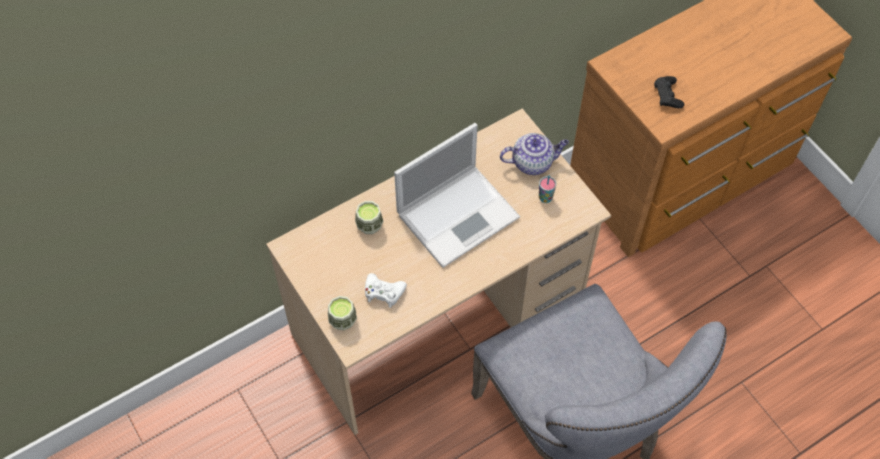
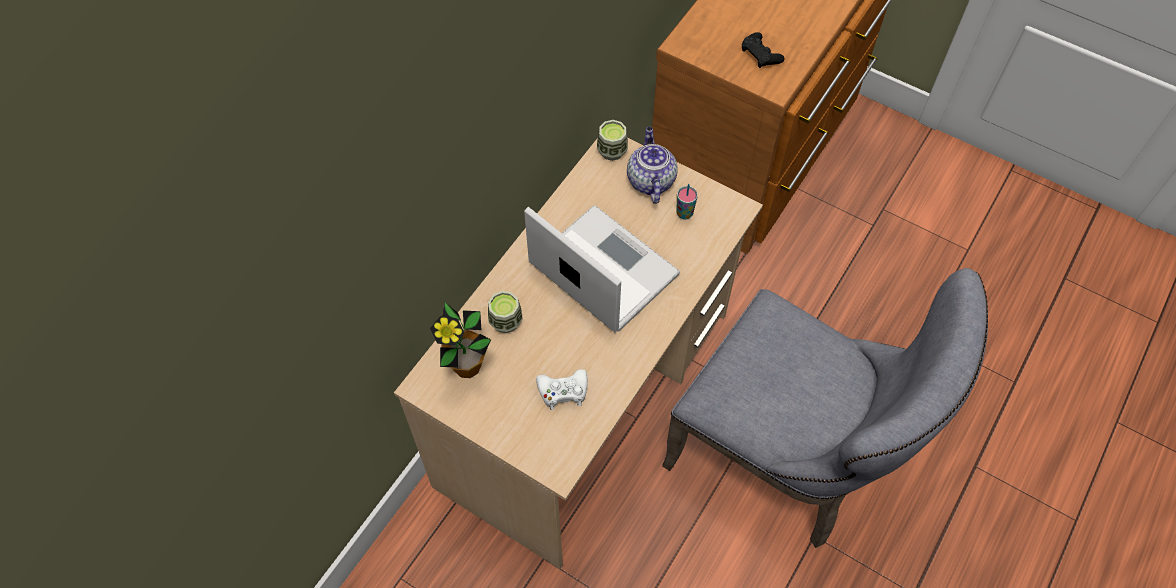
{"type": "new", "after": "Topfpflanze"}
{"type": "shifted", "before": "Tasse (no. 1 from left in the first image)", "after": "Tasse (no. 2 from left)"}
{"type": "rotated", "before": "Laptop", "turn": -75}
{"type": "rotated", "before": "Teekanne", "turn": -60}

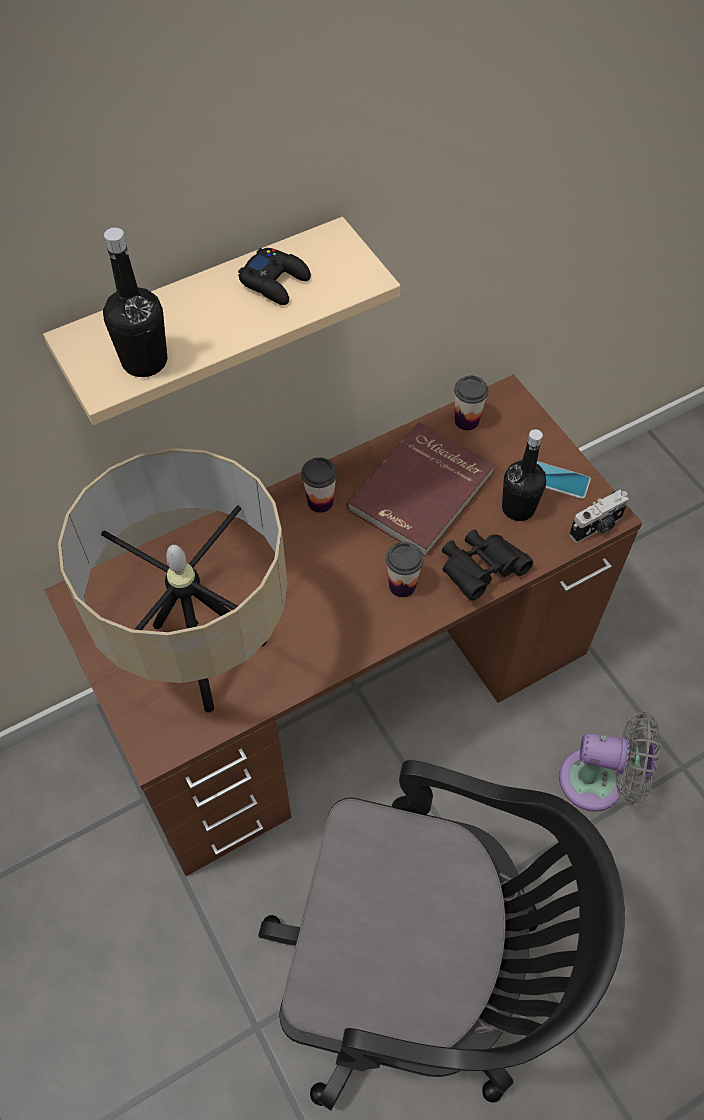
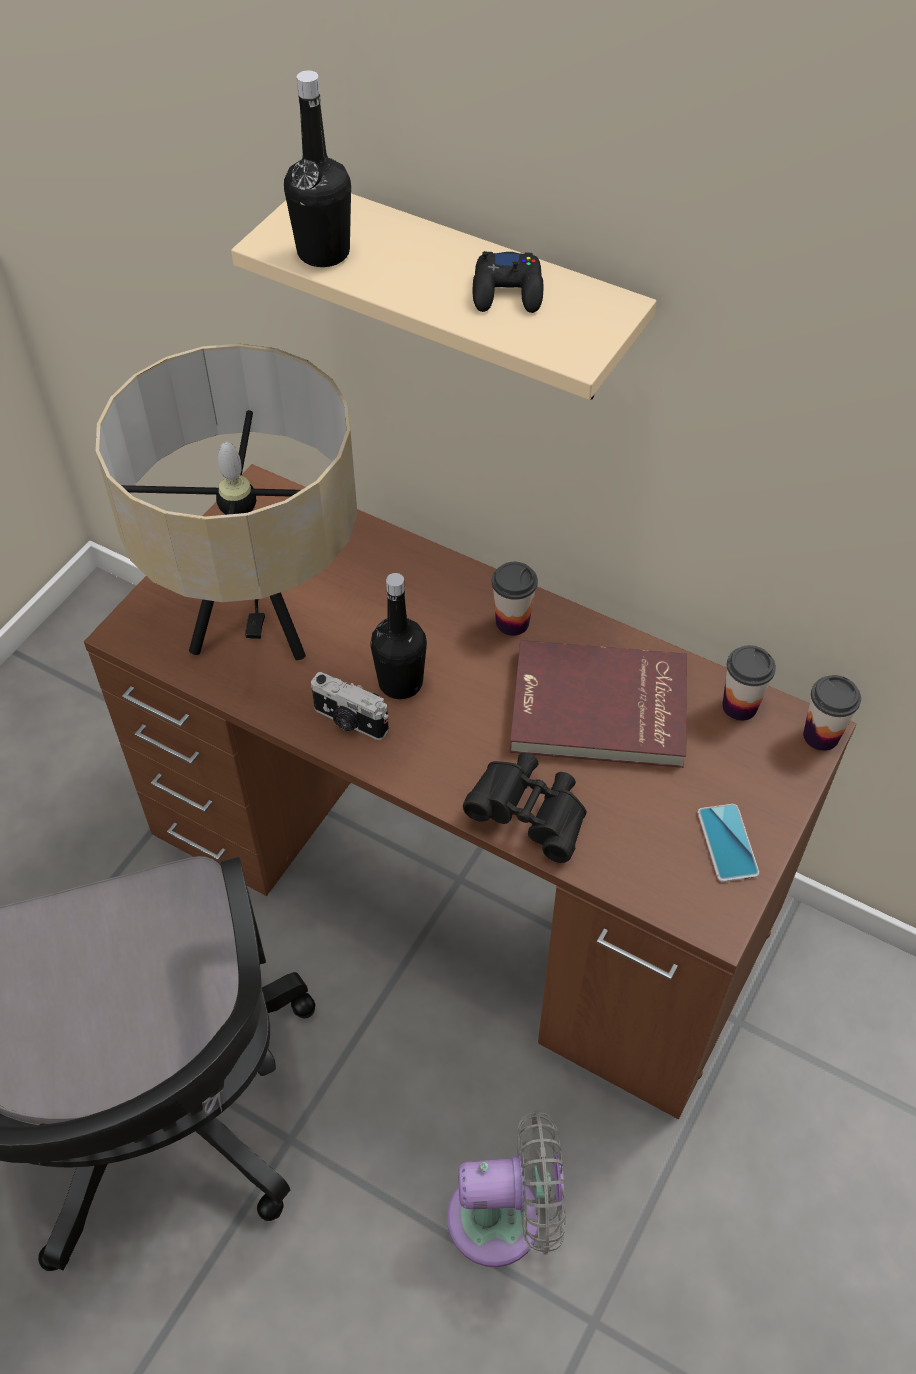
{"type": "shifted", "before": "Tasse (no. 2 from left in the first image)", "after": "Tasse (no. 3 from left)"}
{"type": "shifted", "before": "Flasche (schwarz) (no. 2 from left)"}
{"type": "shifted", "before": "Kamera"}
{"type": "rotated", "before": "Ventilator (grau)", "turn": -75}

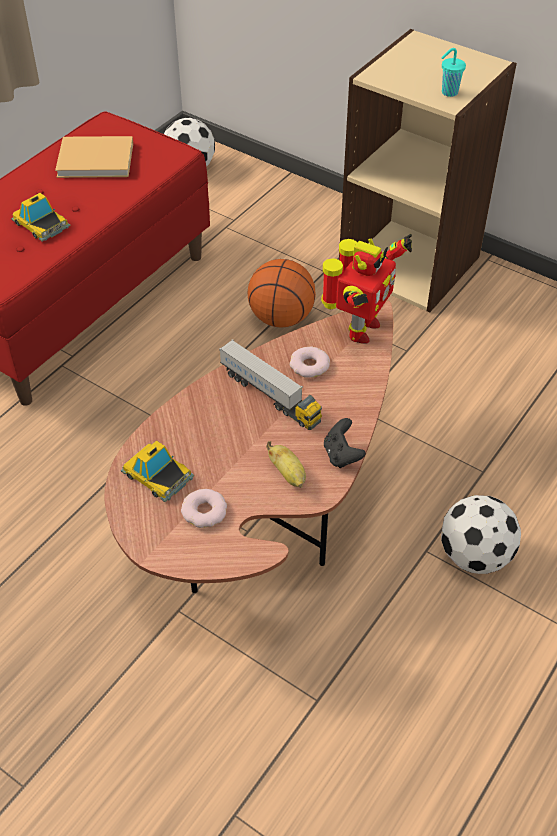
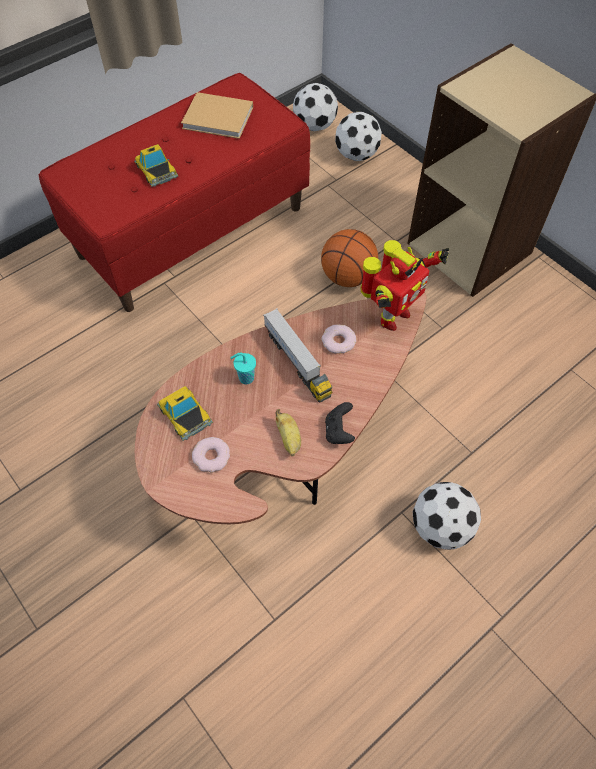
{"type": "new", "after": "Fußball (no. 2 from left)"}
{"type": "shifted", "before": "Tasse (türkis)"}

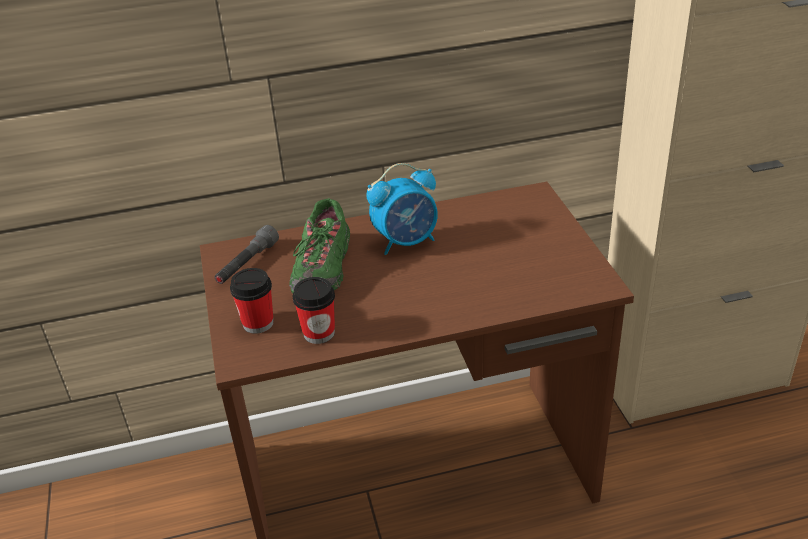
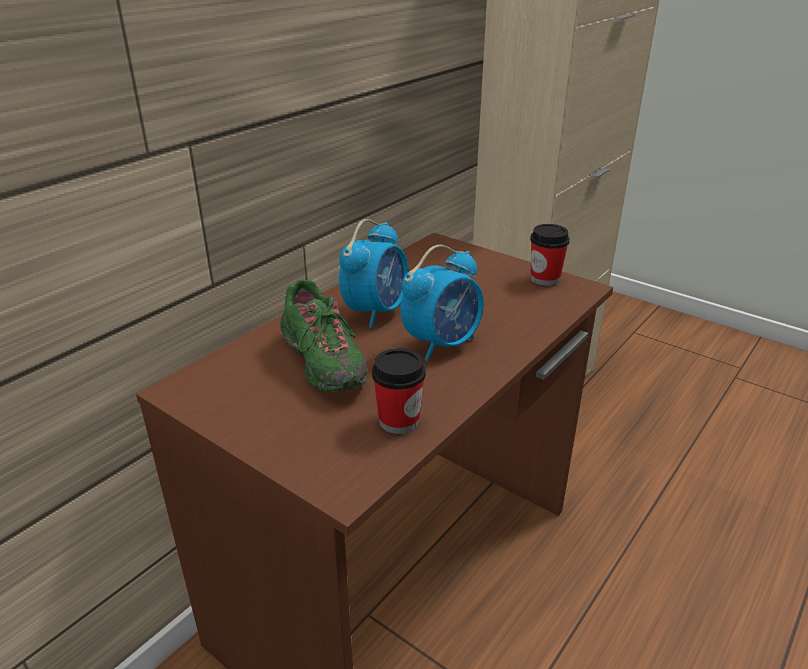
{"type": "gone", "before": "Taschenlampe (grau)"}
{"type": "new", "after": "Wecker (no. 2 from left)"}
{"type": "shifted", "before": "Tasse (no. 1 from left in the first image)", "after": "Tasse (no. 2 from left)"}

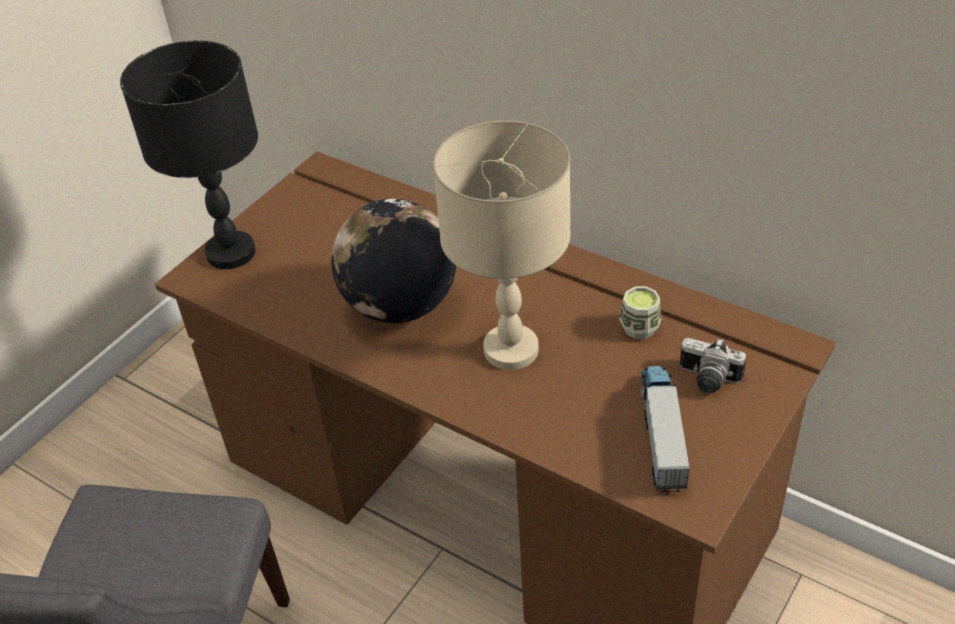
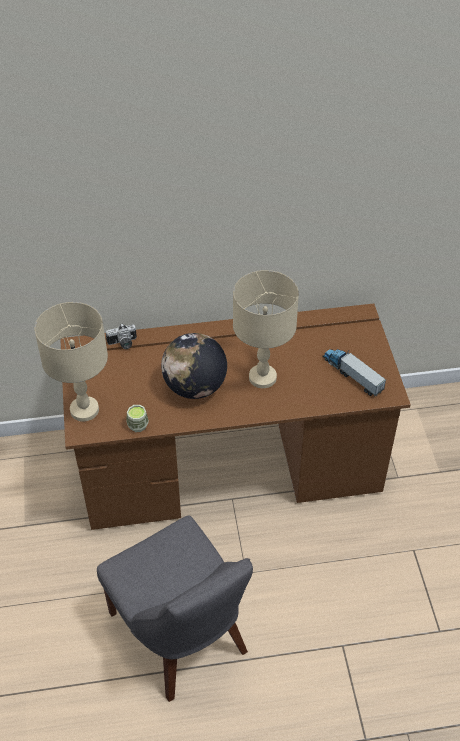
{"type": "shifted", "before": "Tasse"}
{"type": "shifted", "before": "Kamera"}
{"type": "repainted", "before": "Tischlampe (schwarz)", "after": "Tischlampe (beige) (no. 1 from left)"}

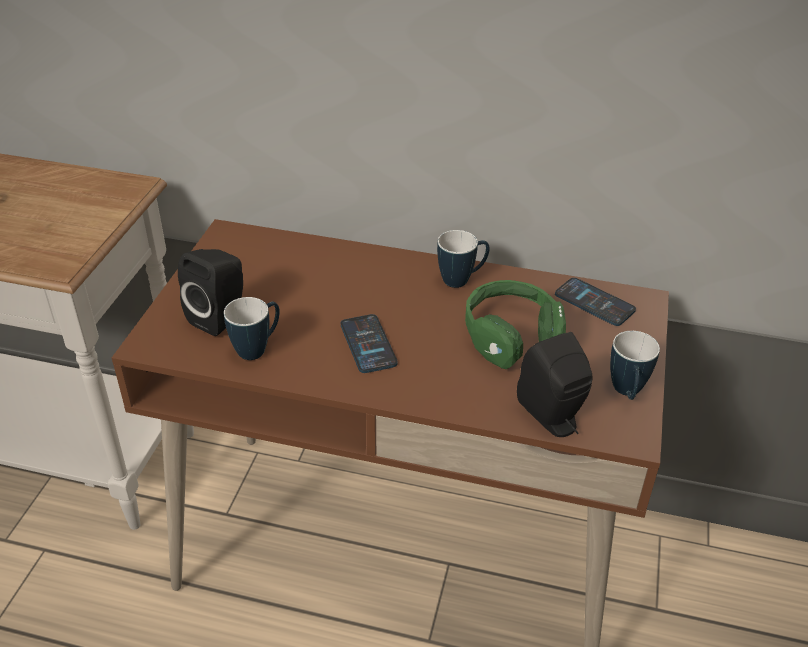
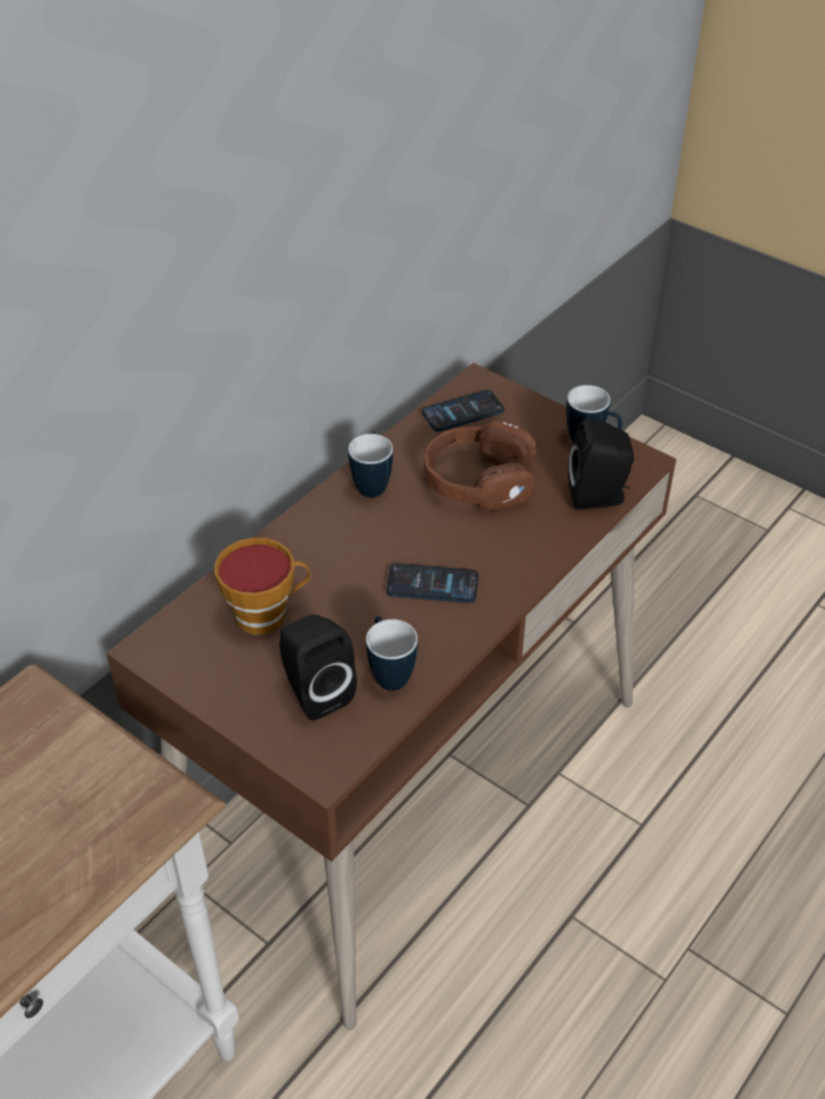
{"type": "new", "after": "Tasse"}
{"type": "repainted", "before": "Kopfhörer (grün)", "after": "Kopfhörer (braun)"}

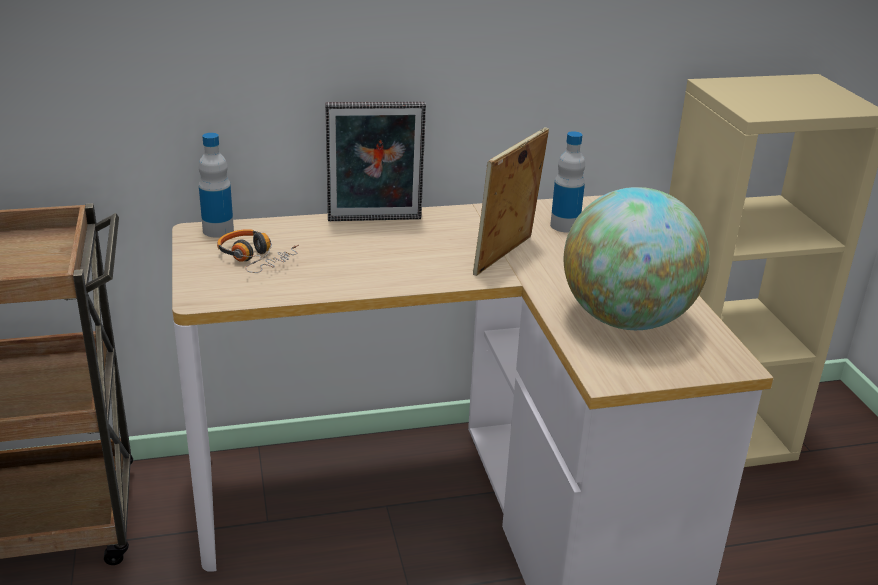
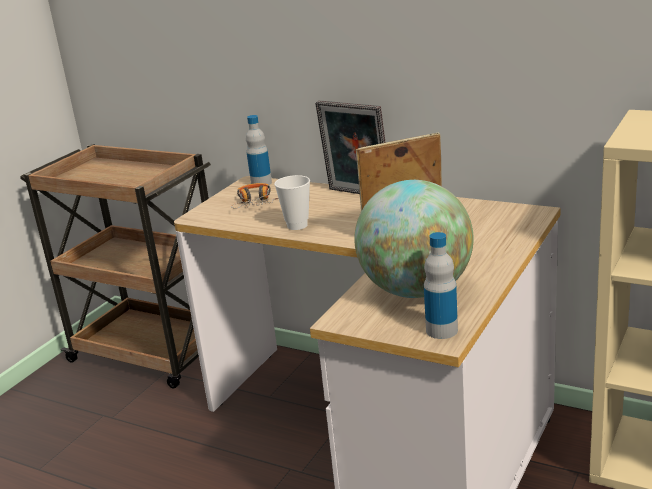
{"type": "new", "after": "Tasse"}
{"type": "shifted", "before": "Flasche (no. 2 from left)"}

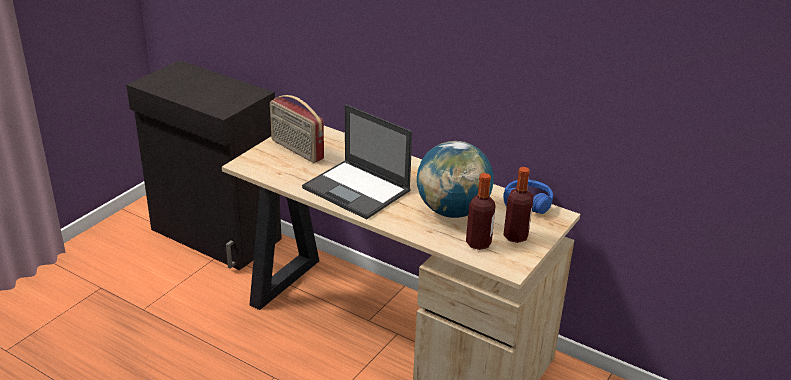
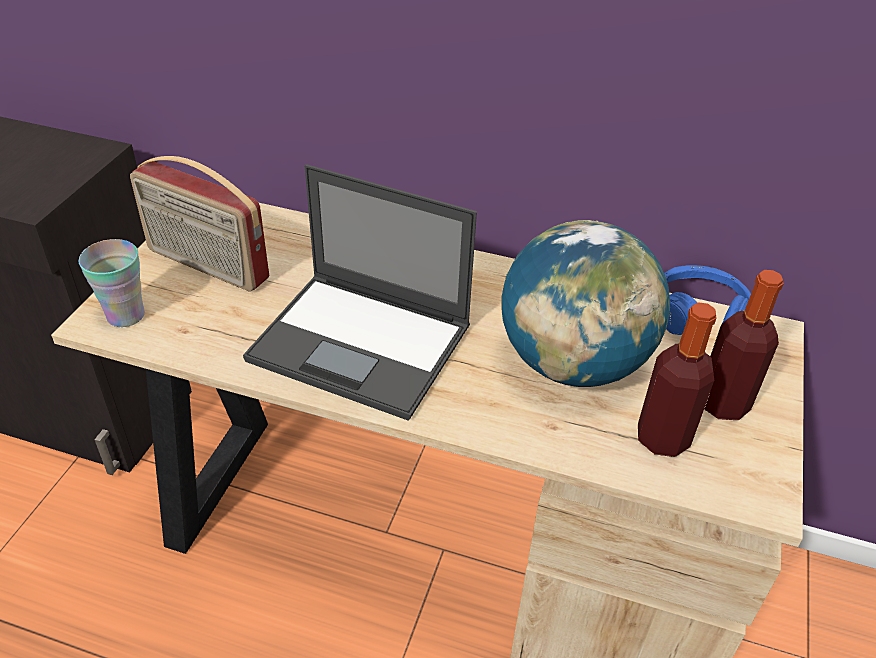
{"type": "new", "after": "Tasse"}

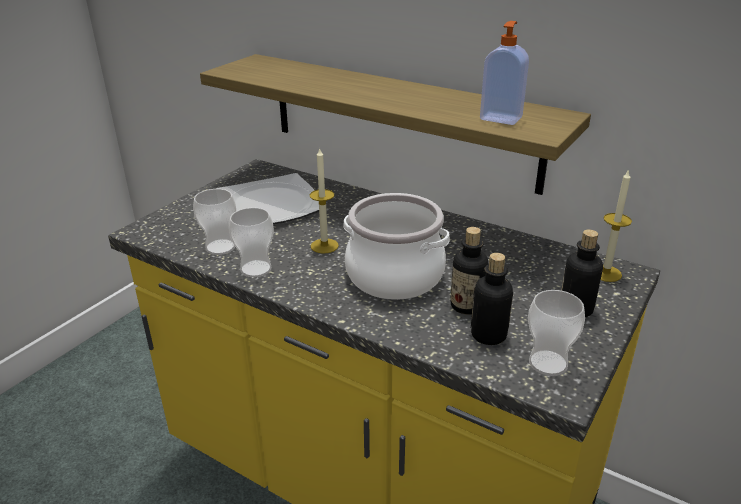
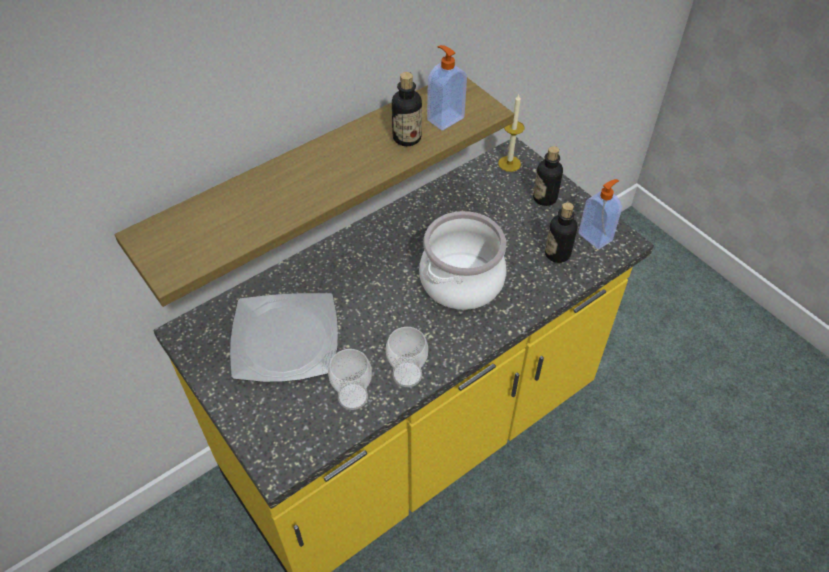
{"type": "gone", "before": "Kerze (no. 1 from left)"}
{"type": "shifted", "before": "Flasche (no. 1 from left)"}
{"type": "swapped", "before": "Tasse (no. 3 from left)", "after": "Seifenspender (no. 2 from left)"}

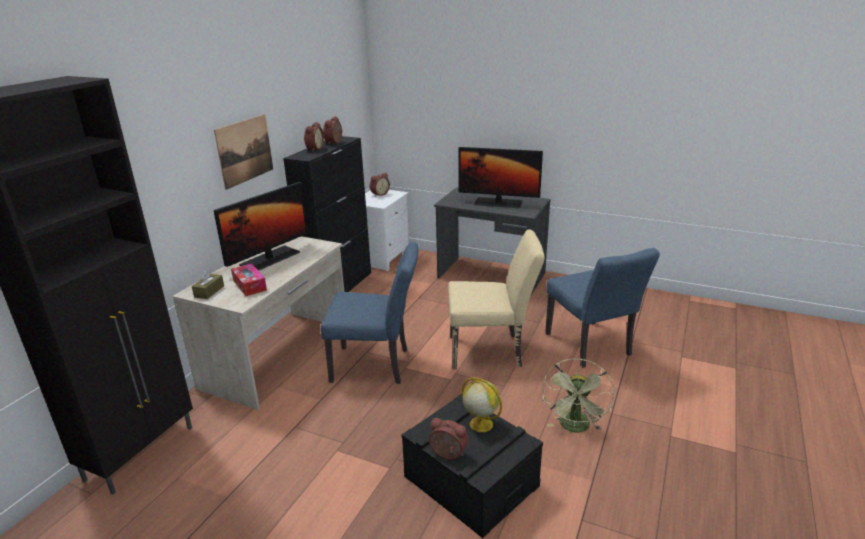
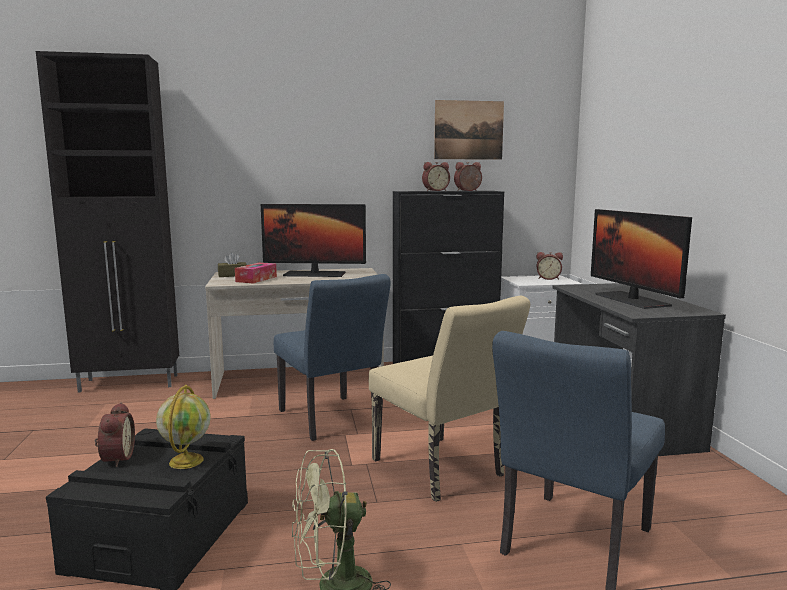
{"type": "shifted", "before": "Bild"}

